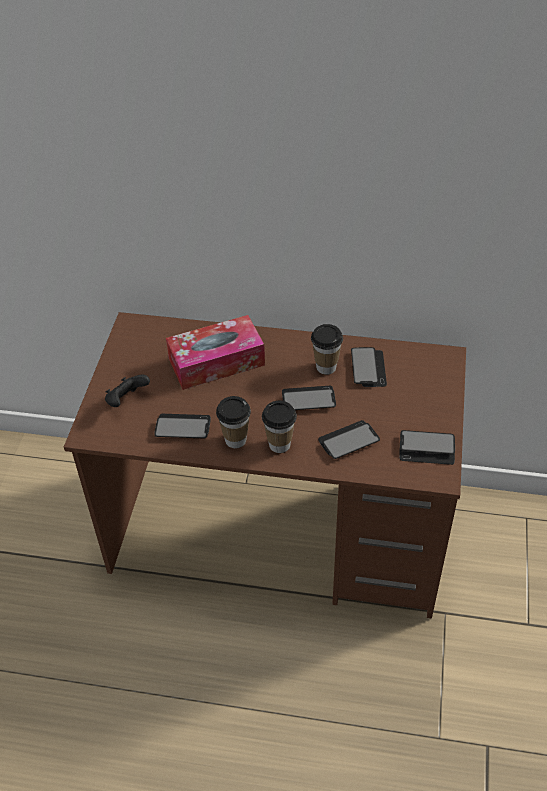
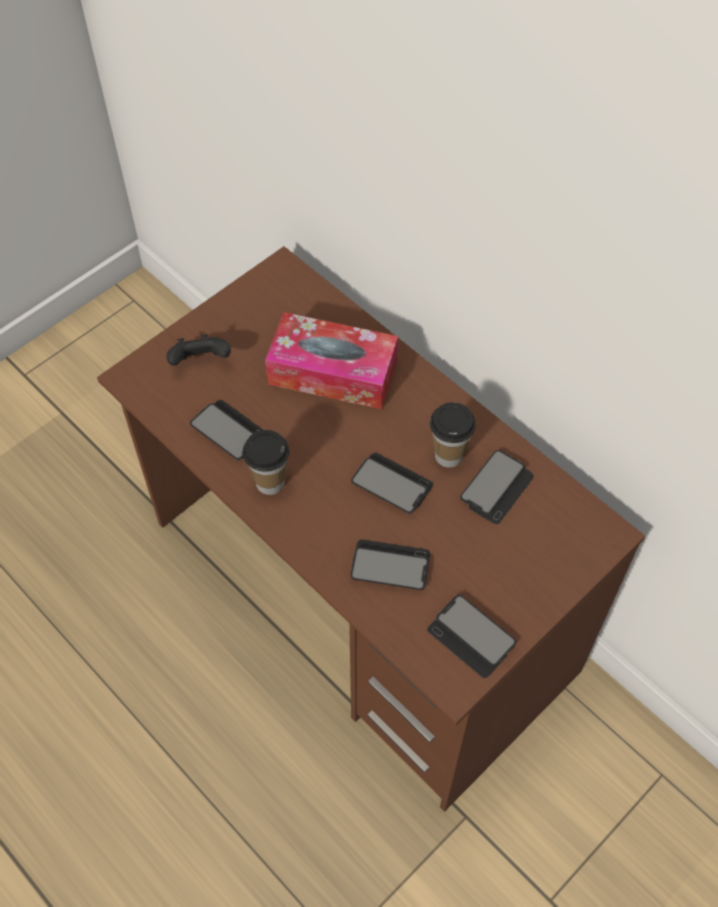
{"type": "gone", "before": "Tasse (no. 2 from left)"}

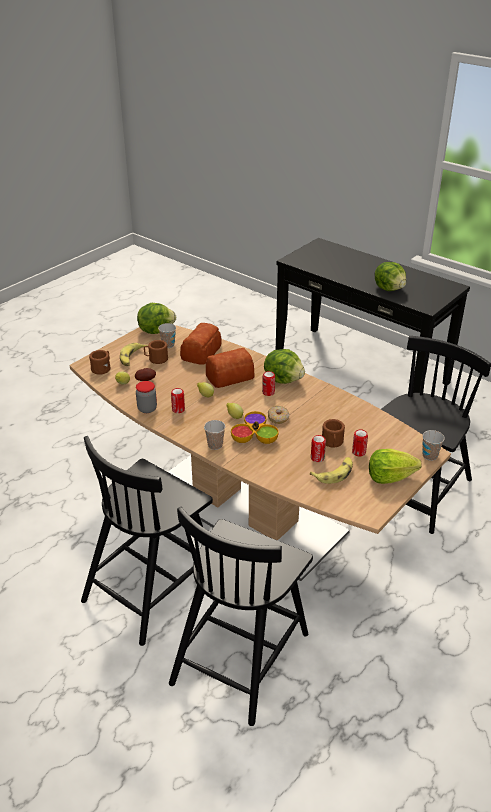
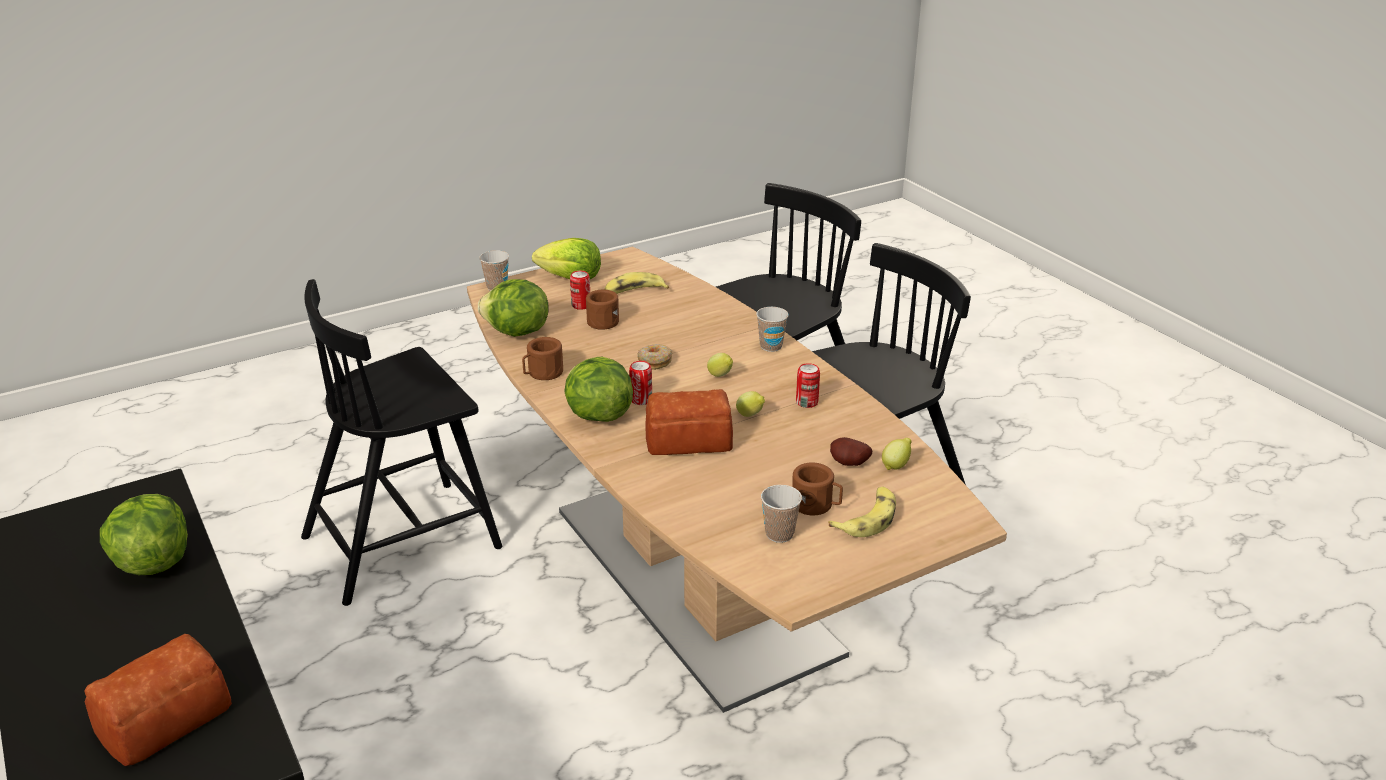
{"type": "gone", "before": "Vorratsglas"}
{"type": "gone", "before": "Schüssel"}
{"type": "gone", "before": "Dose (no. 3 from left)"}
{"type": "shifted", "before": "Henkelbecher (braun) (no. 1 from left)"}
{"type": "shifted", "before": "Salatkopf (no. 1 from left in the first image)", "after": "Salatkopf (no. 2 from left)"}
{"type": "shifted", "before": "Brot (no. 1 from left)"}

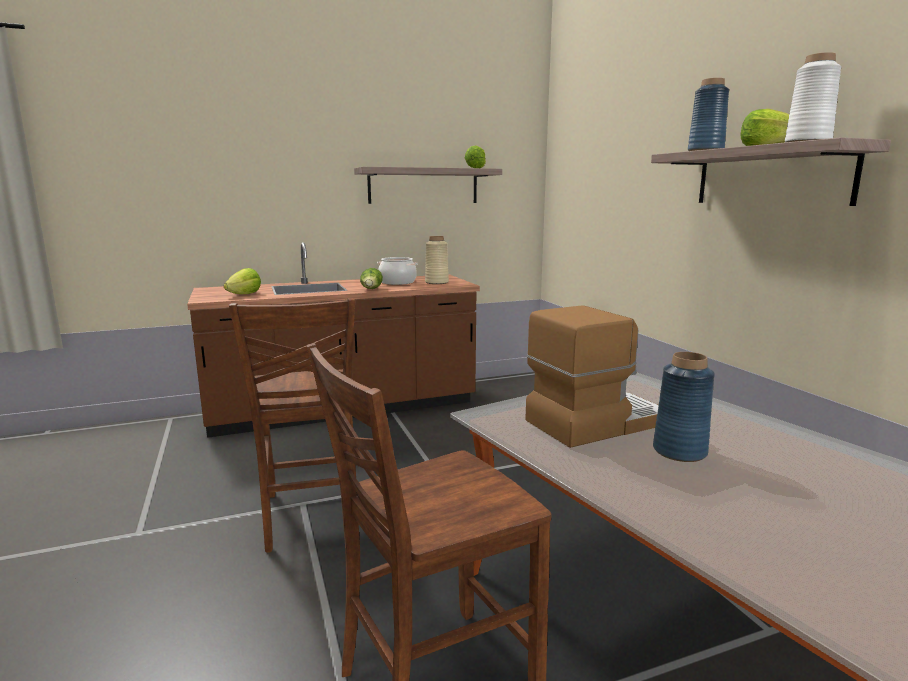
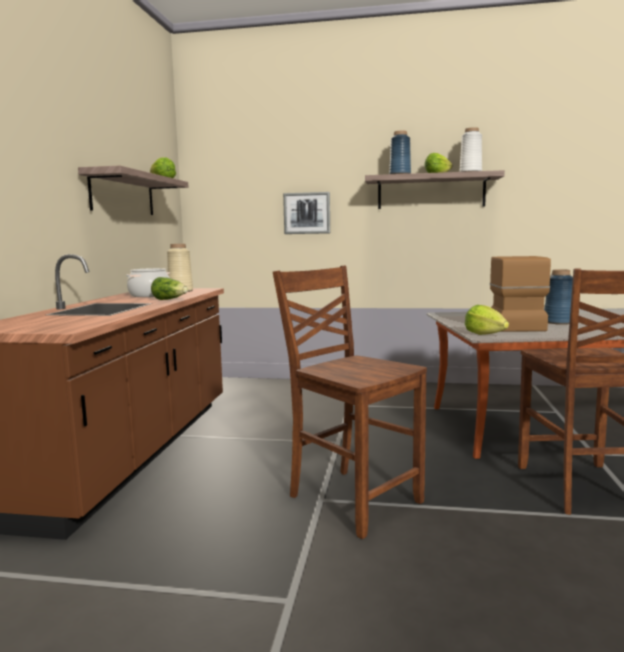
{"type": "new", "after": "Bild"}
{"type": "shifted", "before": "Salatkopf (no. 1 from left in the first image)", "after": "Salatkopf (no. 4 from left)"}
{"type": "rotated", "before": "Stuhl (braun) (no. 1 from left)", "turn": -150}

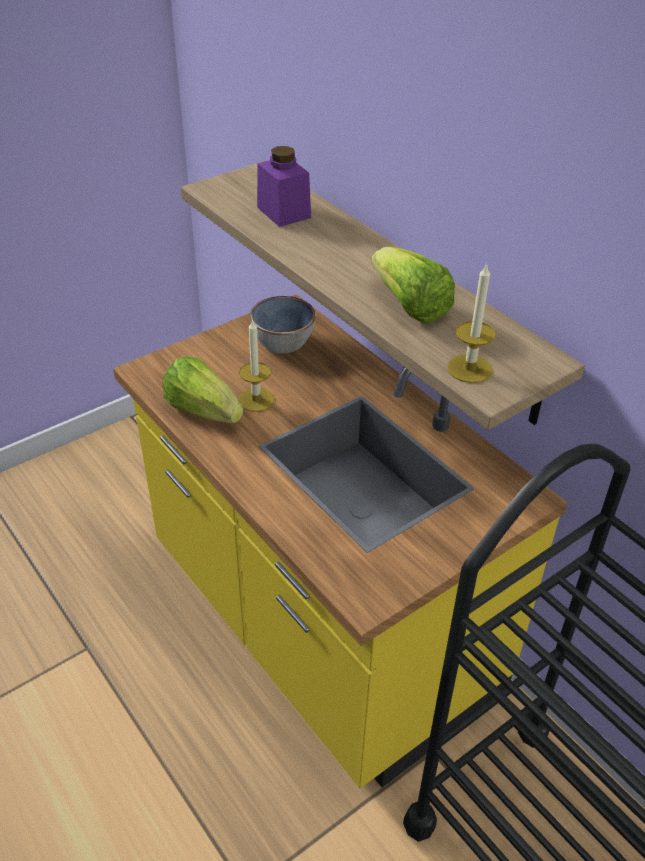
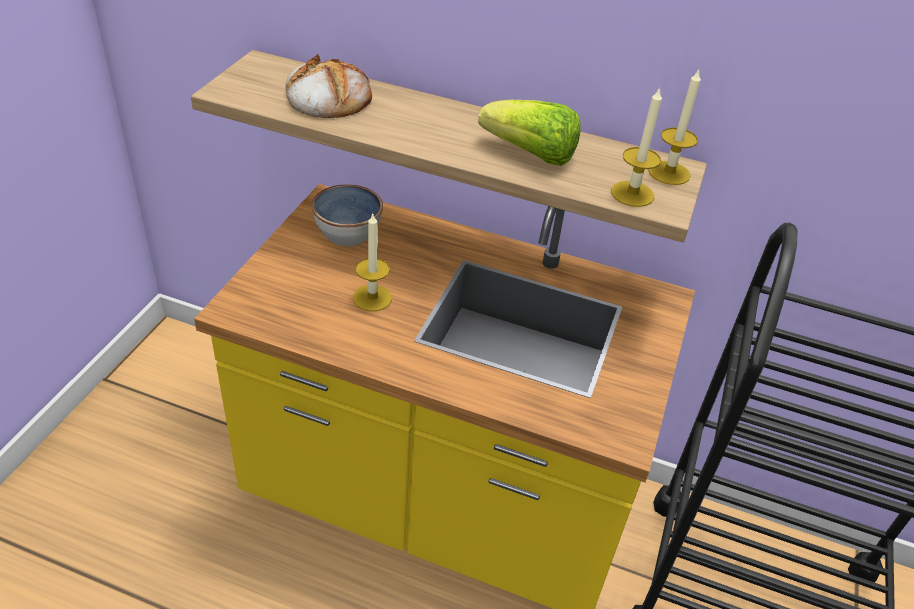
{"type": "gone", "before": "Salatkopf (no. 1 from left)"}
{"type": "new", "after": "Kerze (no. 3 from left)"}
{"type": "swapped", "before": "Vorratsglas (lila)", "after": "Brot"}

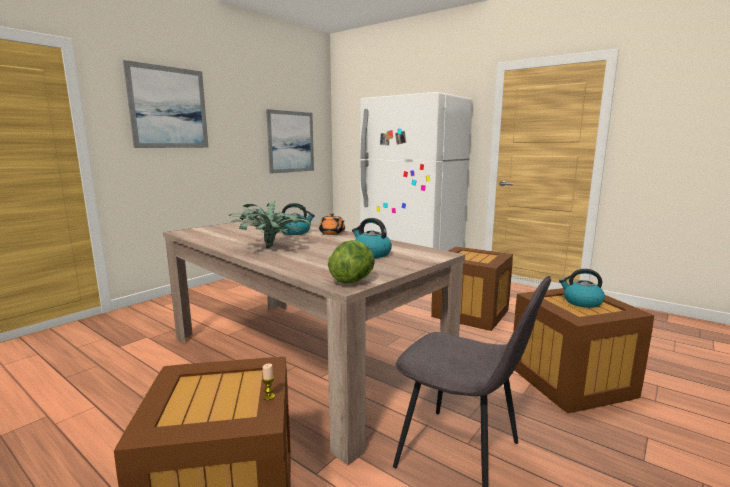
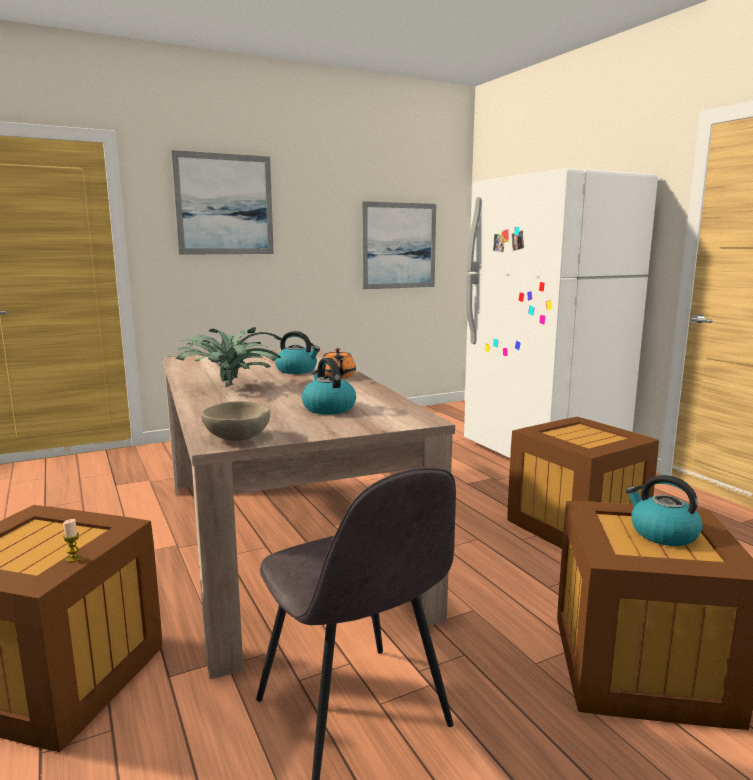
{"type": "swapped", "before": "Salatkopf", "after": "Schüssel (beige)"}

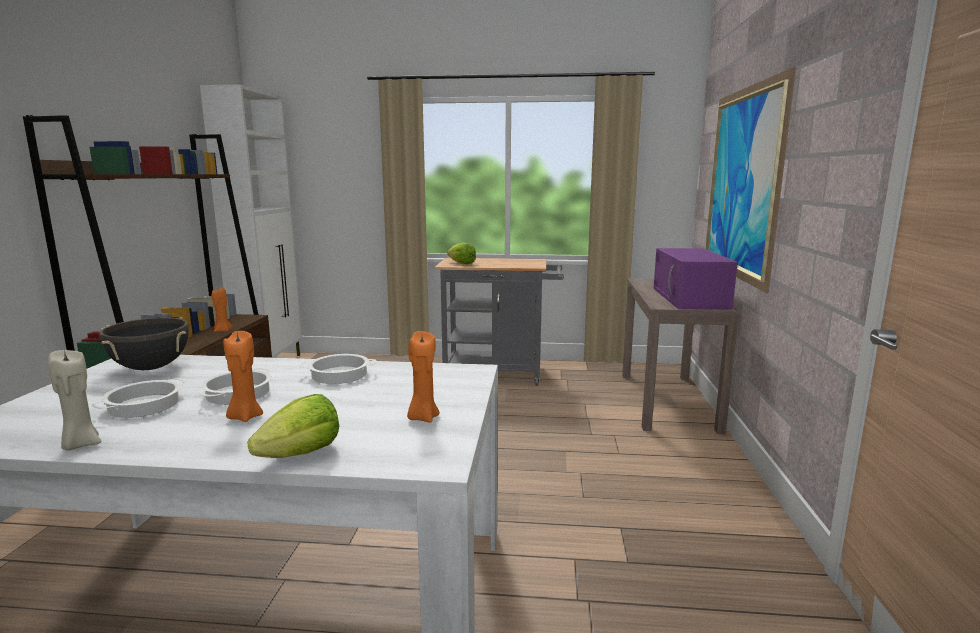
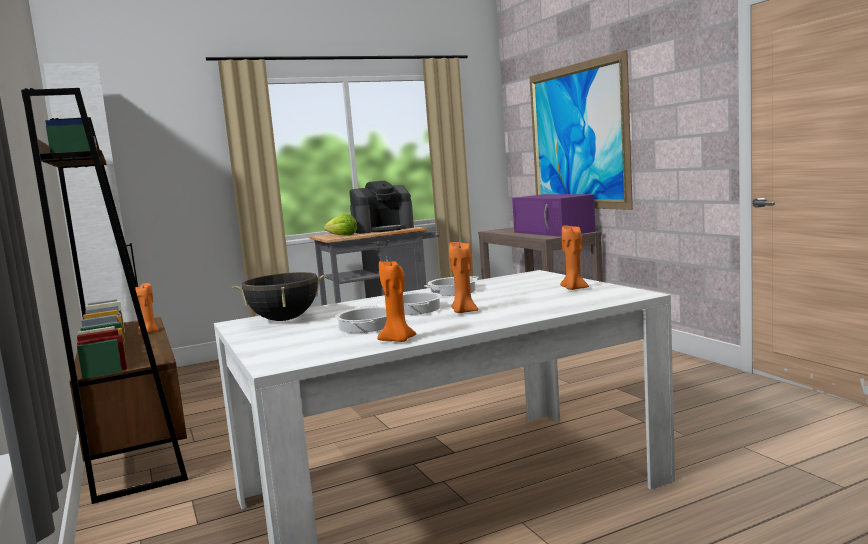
{"type": "gone", "before": "Salatkopf (no. 1 from left)"}
{"type": "new", "after": "Kaffeemaschine"}
{"type": "repainted", "before": "Kerze (beige)", "after": "Kerze (orange) (no. 2 from left)"}

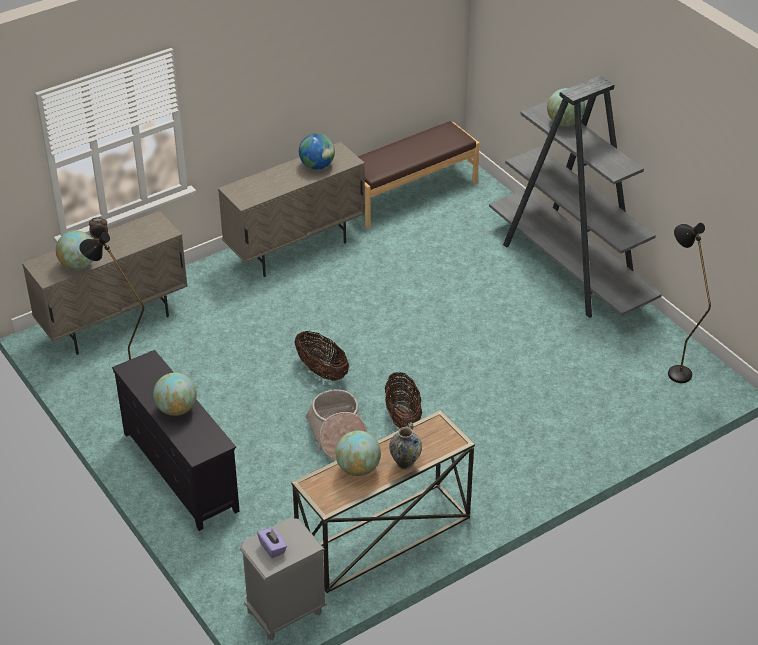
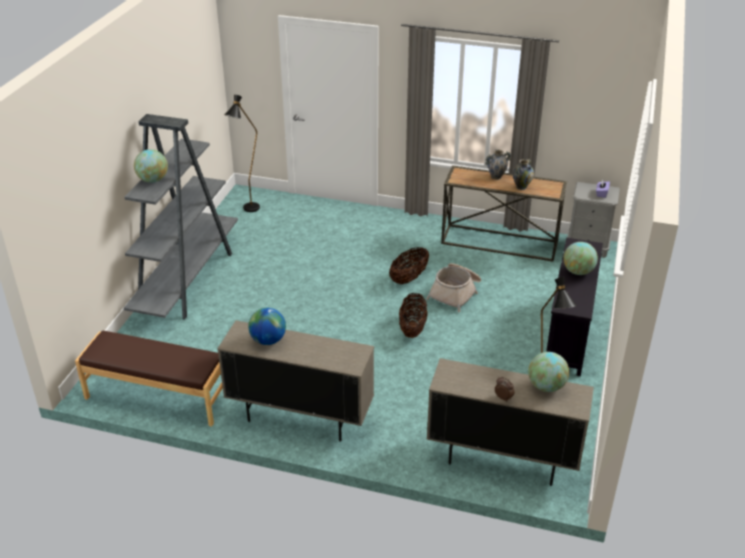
{"type": "swapped", "before": "Globus (no. 4 from left)", "after": "Vase (no. 2 from left)"}

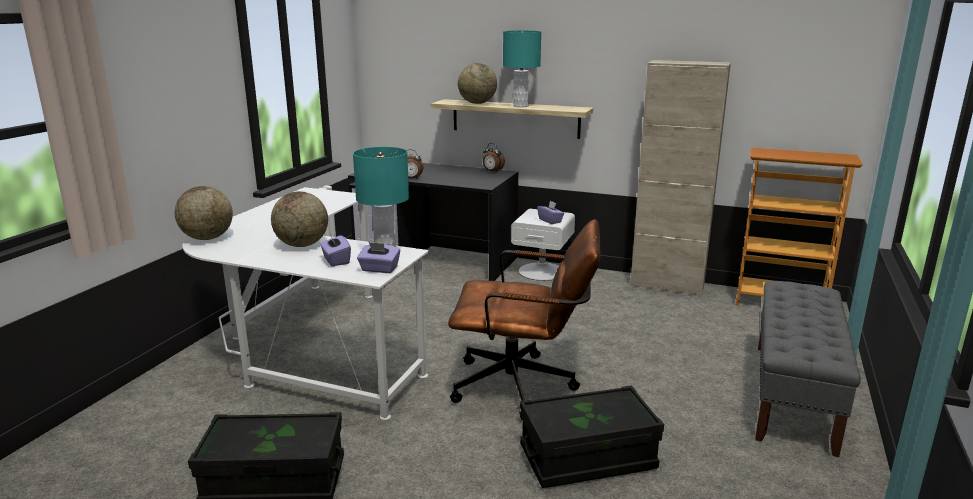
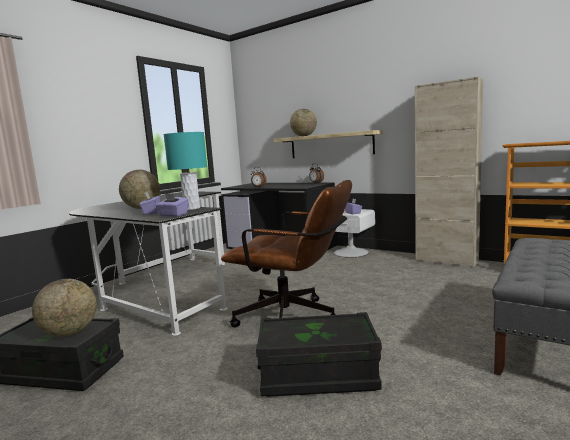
{"type": "gone", "before": "Tischlampe (türkis) (no. 2 from left)"}
{"type": "shifted", "before": "Globus (no. 1 from left)"}
{"type": "repainted", "before": "Schreibtisch (weiß)", "after": "Schreibtisch (schwarz) (no. 1 from left)"}

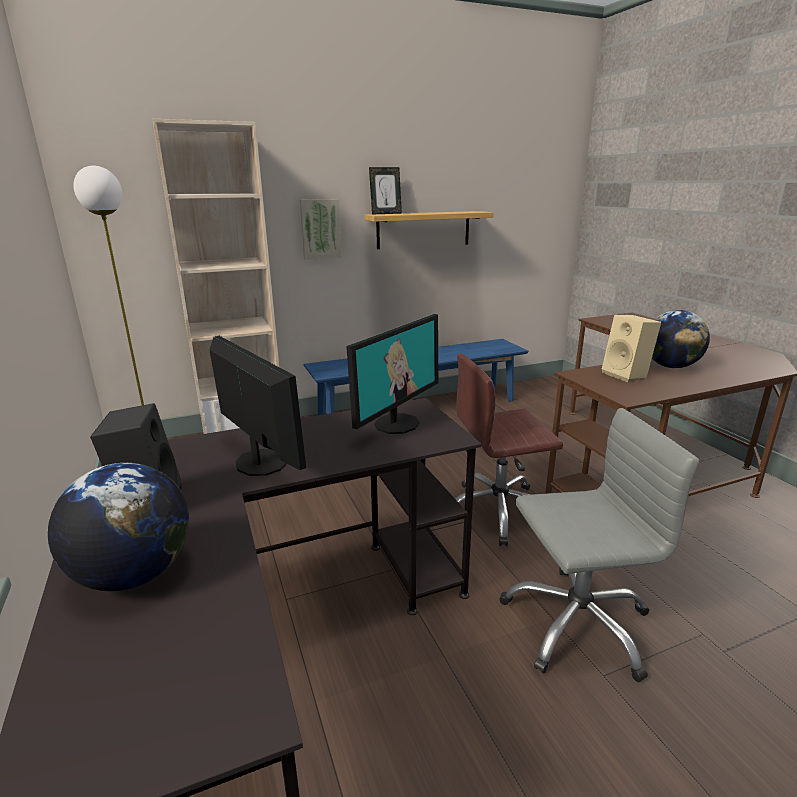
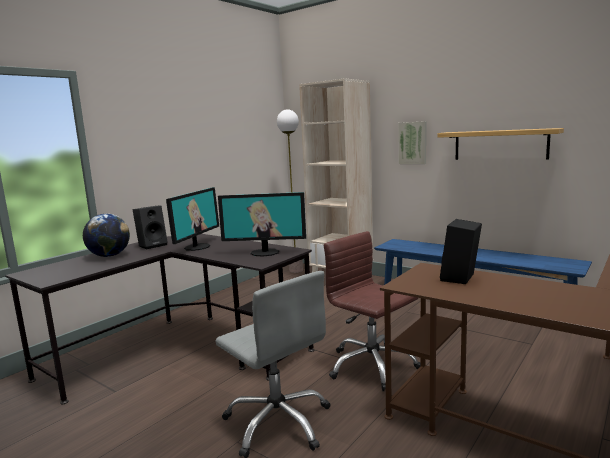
{"type": "gone", "before": "Bilderrahmen"}
{"type": "gone", "before": "Globus (no. 2 from left)"}
{"type": "repainted", "before": "Lautsprecher (beige)", "after": "Lautsprecher (schwarz) (no. 2 from left)"}

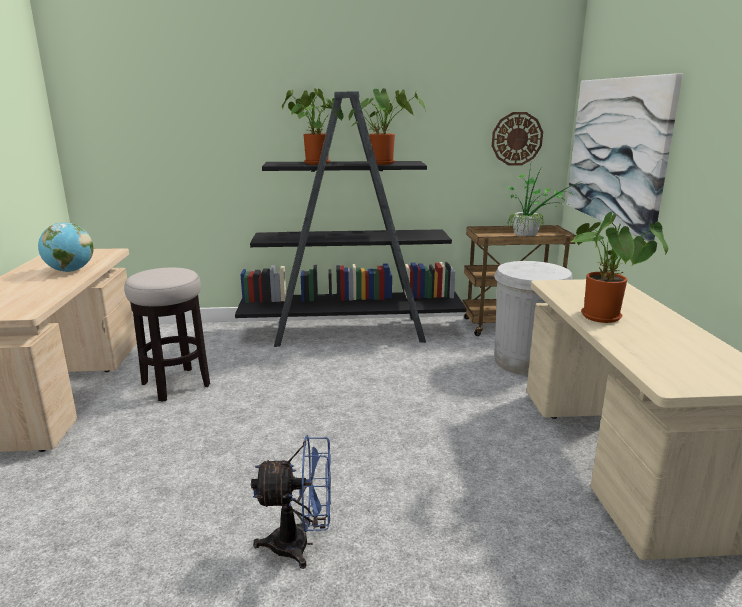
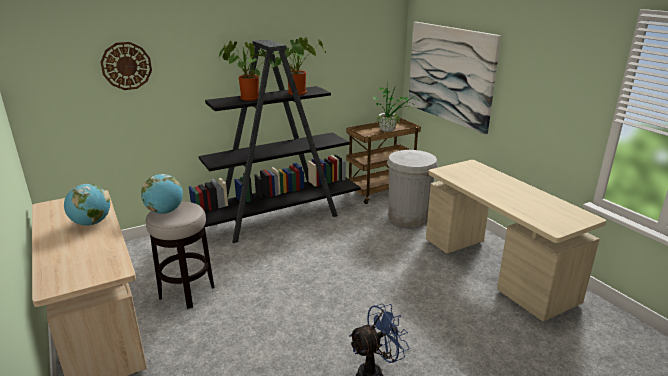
{"type": "gone", "before": "Topfpflanze (no. 4 from left)"}
{"type": "new", "after": "Globus (no. 2 from left)"}
{"type": "shifted", "before": "Wanduhr"}

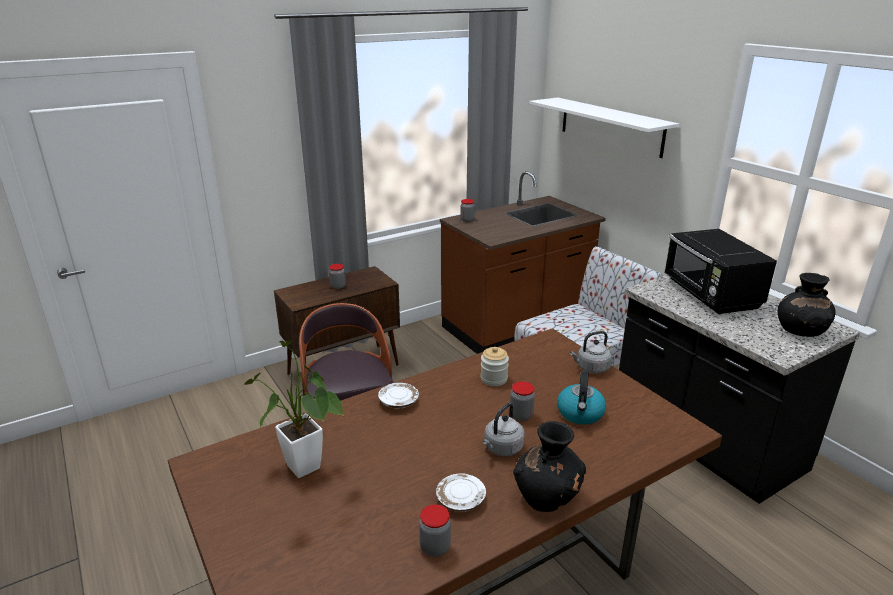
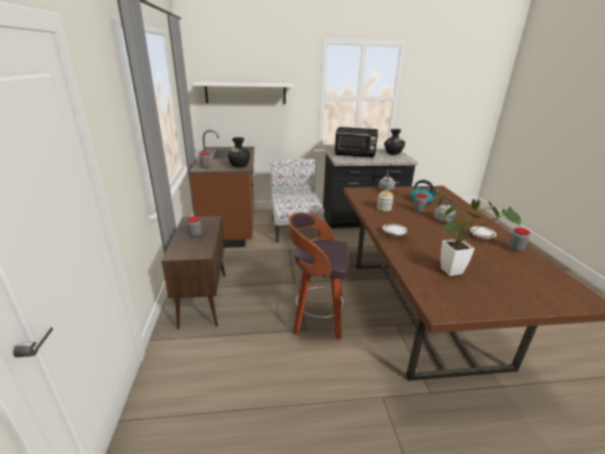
{"type": "shifted", "before": "Vase (schwarz) (no. 1 from left)"}

